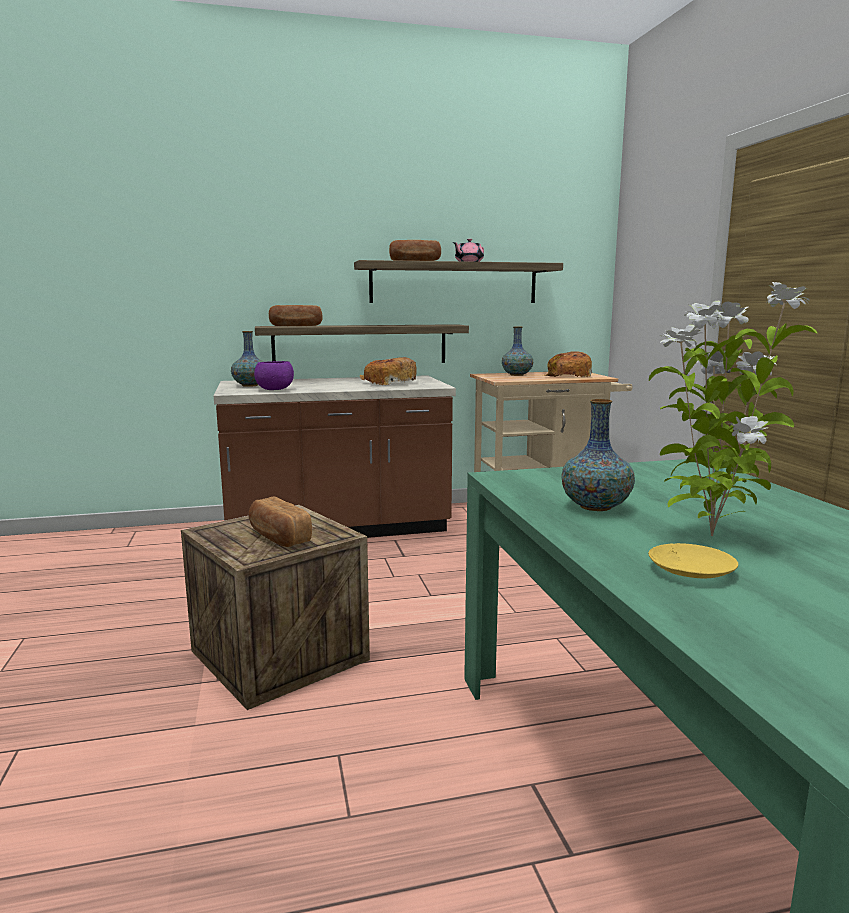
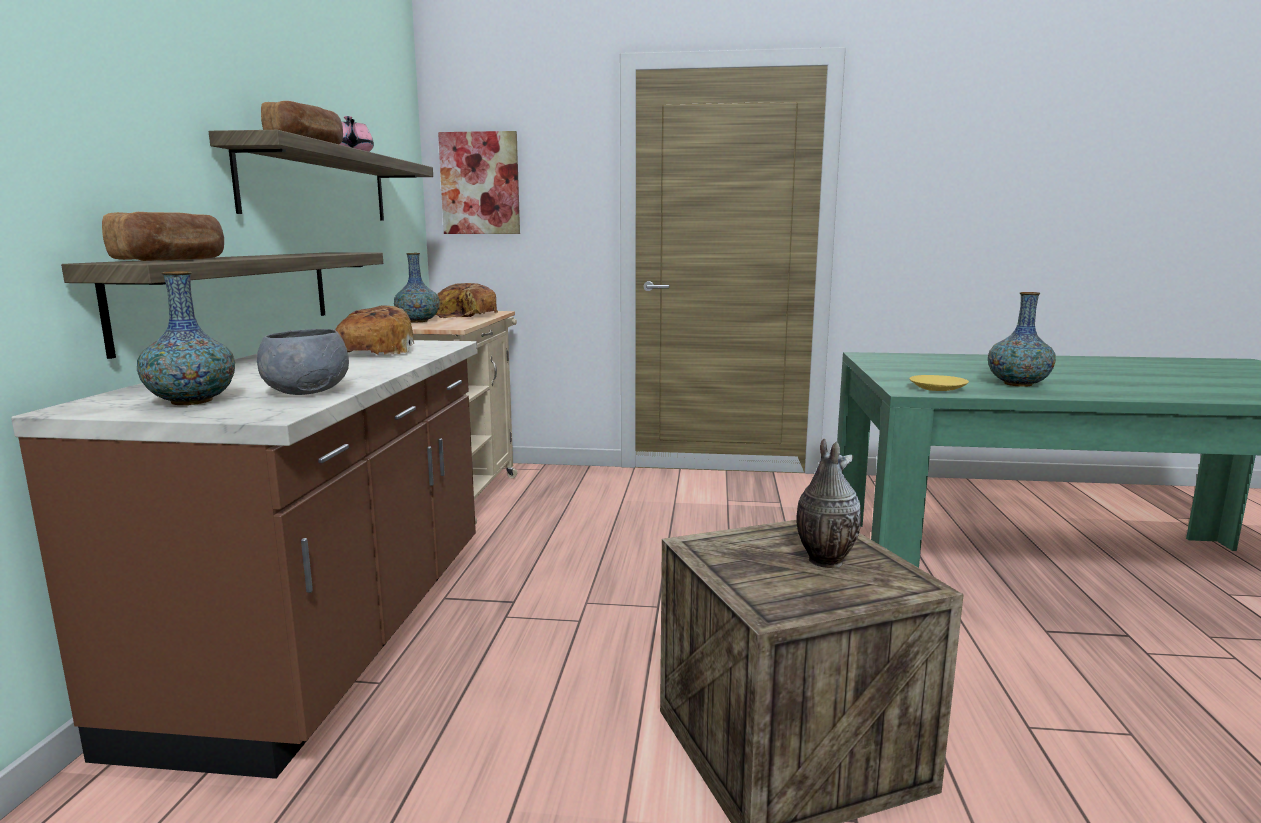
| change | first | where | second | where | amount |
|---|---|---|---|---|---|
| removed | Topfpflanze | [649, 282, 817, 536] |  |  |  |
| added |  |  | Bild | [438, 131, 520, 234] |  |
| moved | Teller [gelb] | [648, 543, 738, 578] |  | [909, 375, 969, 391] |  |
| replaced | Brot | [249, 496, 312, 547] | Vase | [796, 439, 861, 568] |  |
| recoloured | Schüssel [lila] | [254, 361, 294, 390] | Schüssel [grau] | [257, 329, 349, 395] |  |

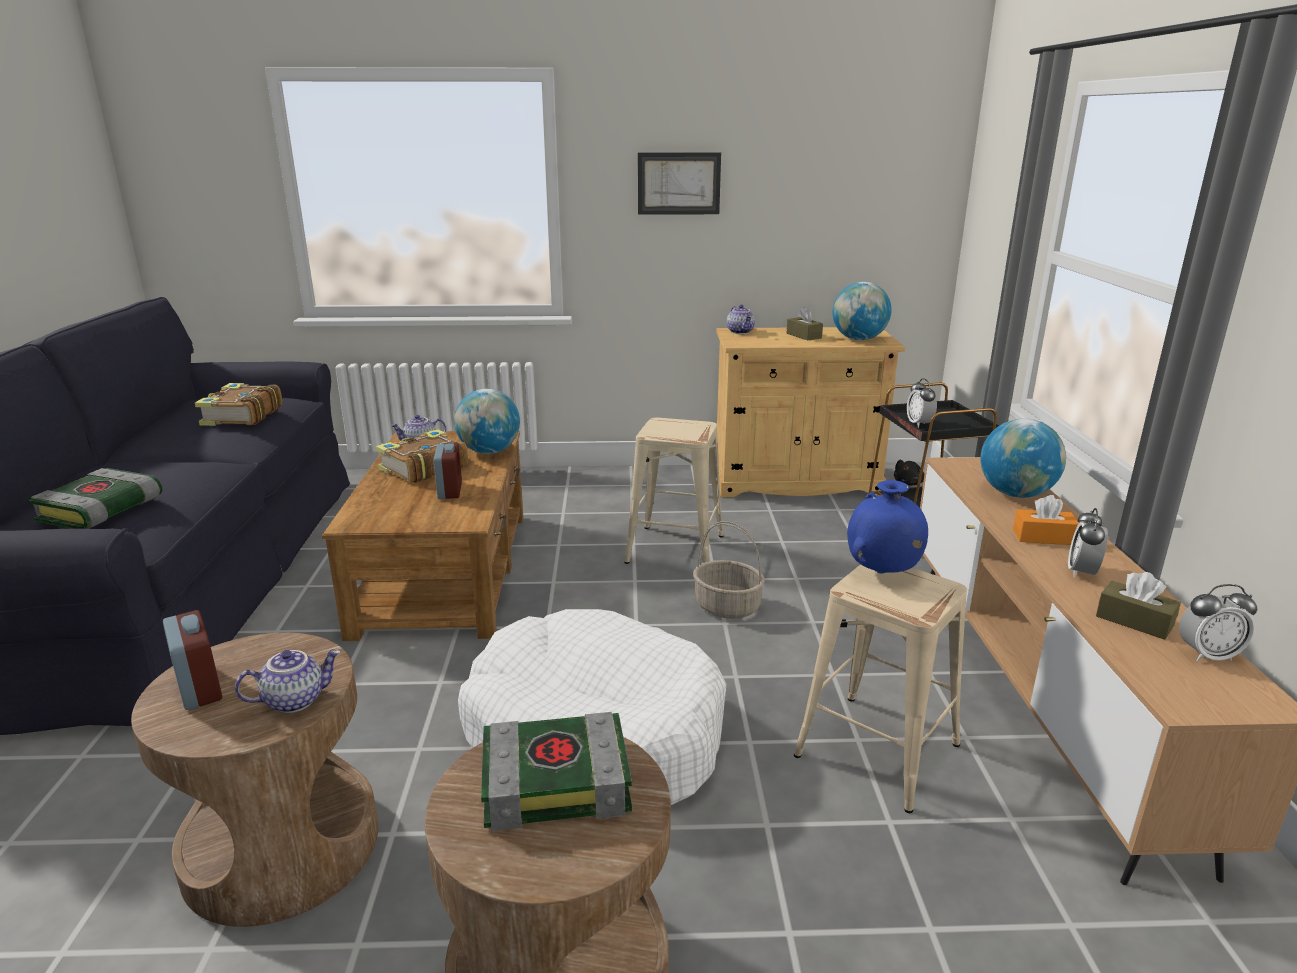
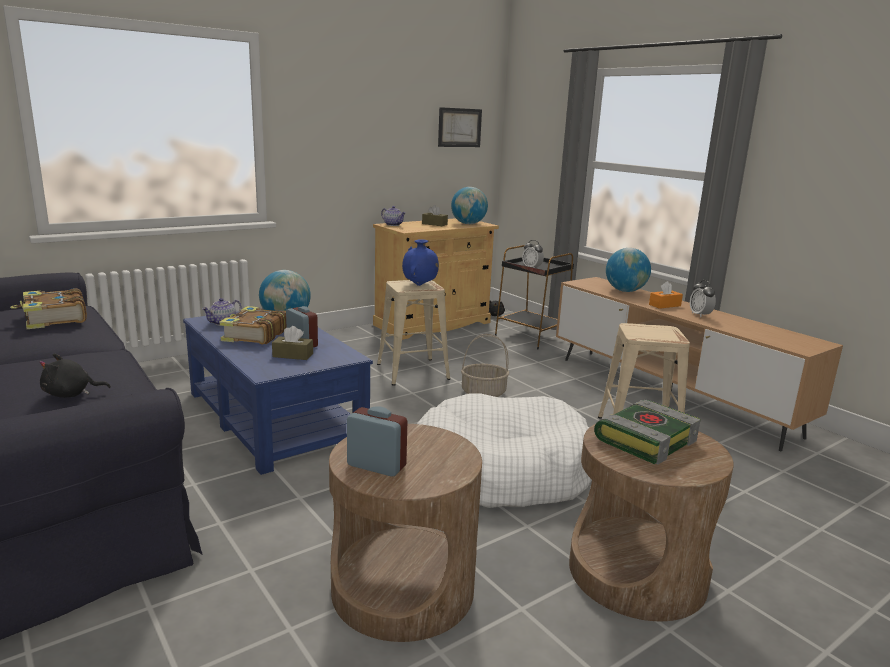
| change | first | where | second | where | amount |
|---|---|---|---|---|---|
| removed | Teekanne | [235, 649, 341, 713] |  |  |  |
| removed | Wecker | [1179, 584, 1257, 662] |  |  |  |
| moved | Bild | [638, 152, 721, 215] |  | [438, 107, 482, 147] |  |
| moved | Vase [blau] | [847, 480, 928, 574] |  | [402, 239, 439, 286] |  |
| moved | Taschentuchbox [braun] | [1096, 572, 1181, 640] |  | [272, 326, 313, 360] |  |
| replaced | Buch | [28, 468, 162, 529] | Plüschtier [schwarz] | [39, 354, 111, 398] |  |
| recoloured | Couchtisch [braun] | [322, 431, 523, 641] | Couchtisch [blau] | [183, 308, 373, 475] |  |

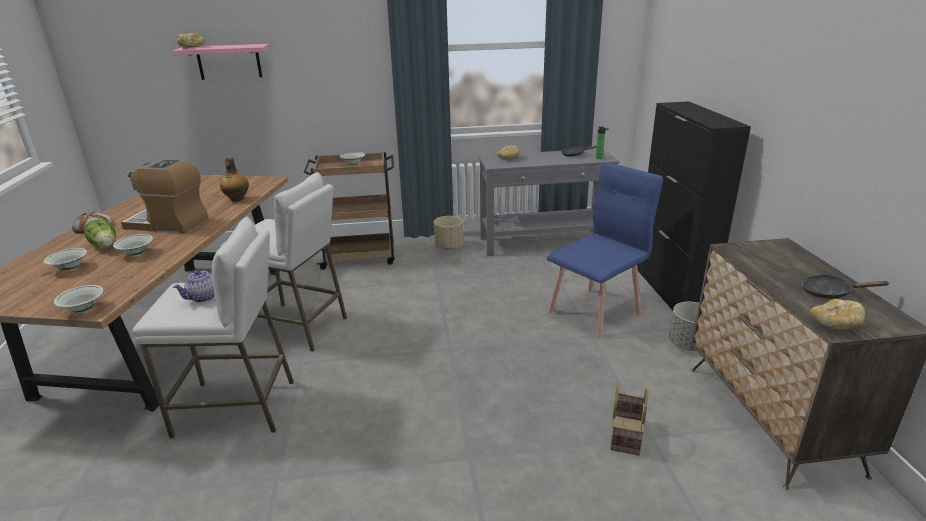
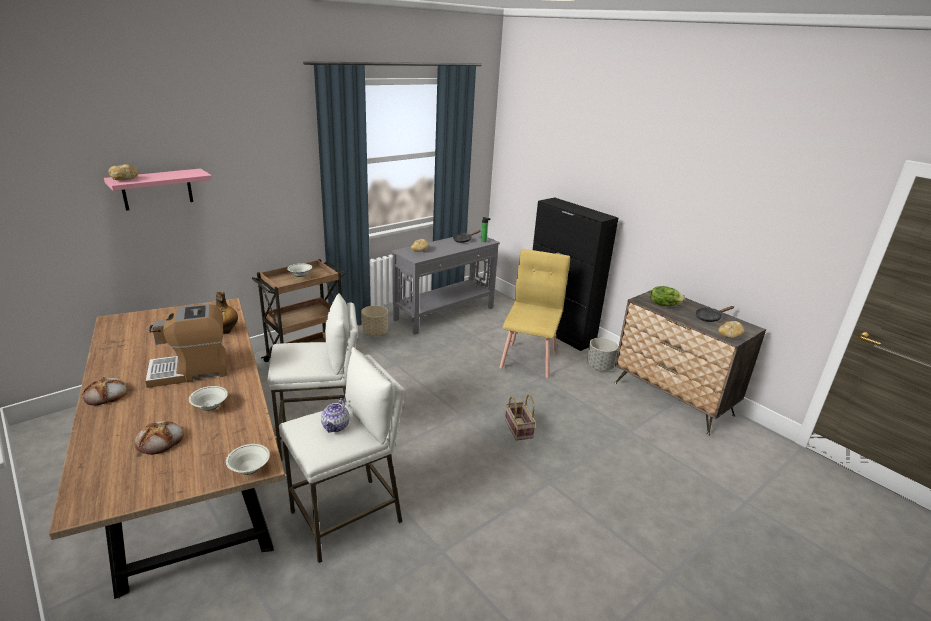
| change | first | where | second | where | amount |
|---|---|---|---|---|---|
| moved | Salatkopf | [84, 220, 116, 249] |  | [650, 286, 685, 306] |  |
| moved | Korb | [610, 383, 648, 455] |  | [505, 394, 536, 441] |  |
| replaced | Schüssel [weiß] | [44, 248, 87, 271] | Brot | [134, 421, 184, 455] |  |
| recoloured | Stuhl [blau] | [547, 162, 663, 338] | Stuhl [gelb] | [499, 249, 570, 378] |  |

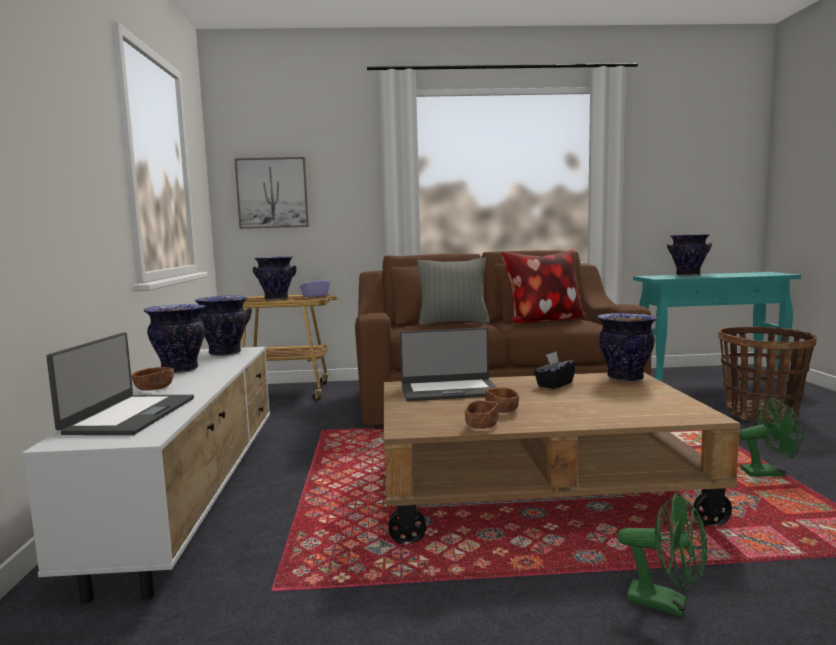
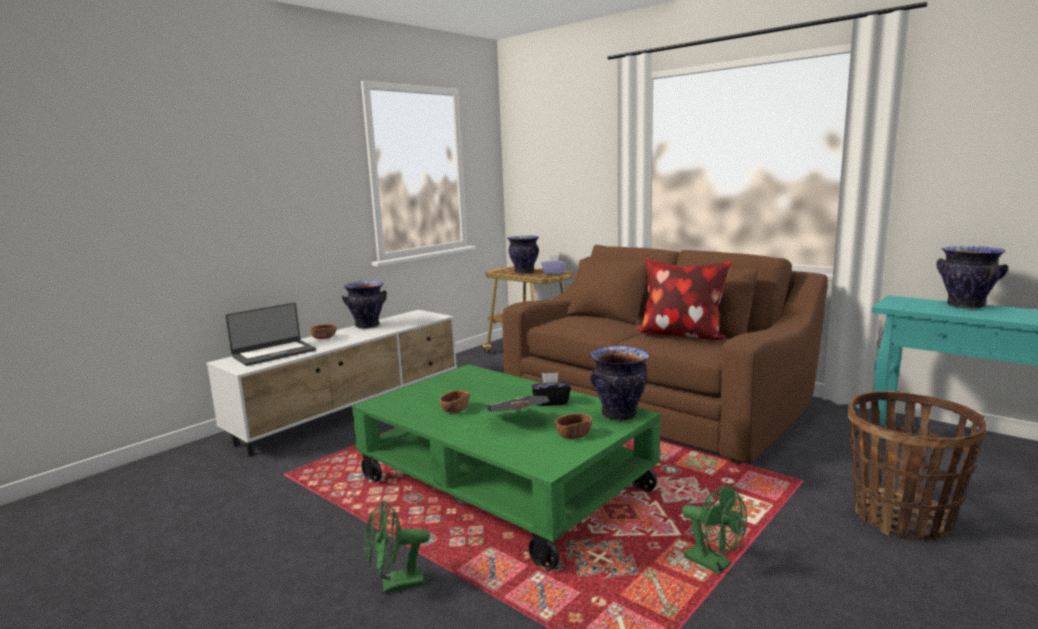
| change | first | where | second | where | amount |
|---|---|---|---|---|---|
| removed | Vase | [195, 296, 252, 356] |  |  |  |
| removed | Bild | [235, 157, 309, 229] |  |  |  |
| removed | Laptop | [400, 328, 497, 401] |  |  |  |
| removed | Kissen [grau] | [417, 258, 490, 325] |  |  |  |
| added |  |  | Zeitung | [487, 396, 550, 412] |  |
| moved | Schüssel [braun] | [465, 400, 499, 429] |  | [555, 413, 592, 439] |  |
| recoloured | Couchtisch [braun] | [384, 373, 740, 544] | Couchtisch [grün] | [352, 364, 661, 571] |  |
| turned | Ventilator [grün] | [618, 492, 708, 617] |  | [364, 500, 430, 594] | 90 degrees clockwise |

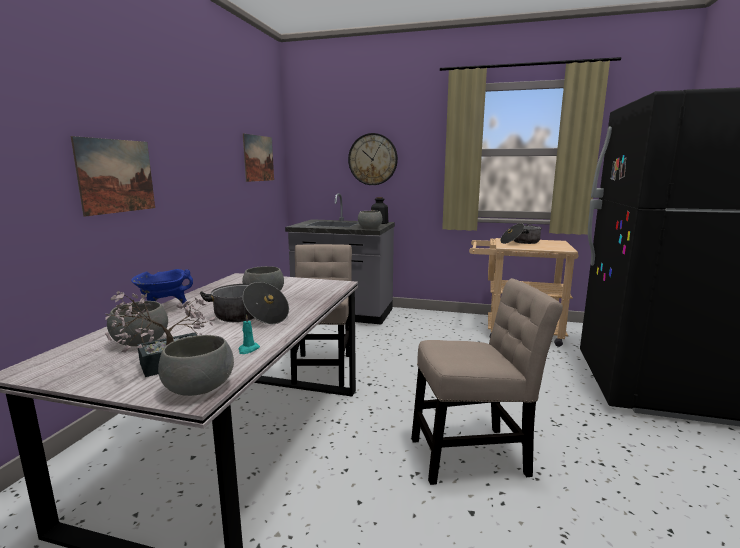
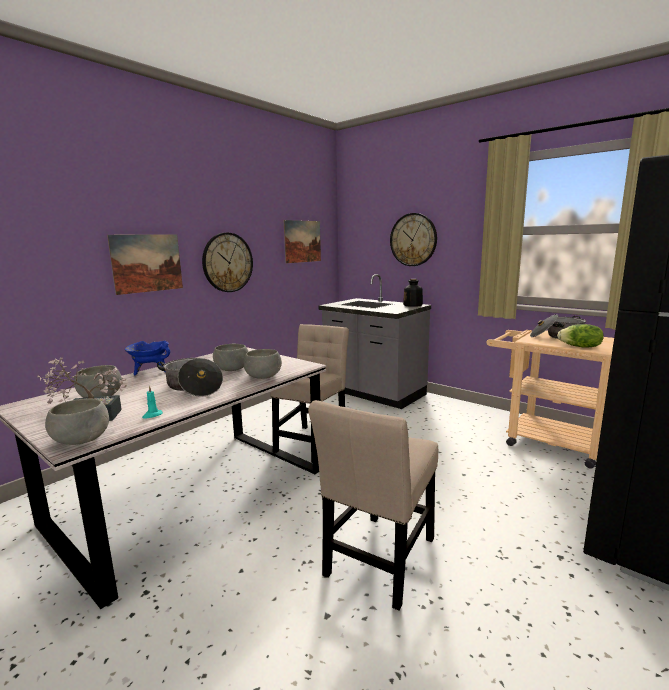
| change | first | where | second | where | amount |
|---|---|---|---|---|---|
| added |  |  | Wanduhr | [202, 232, 253, 292] |  |
| added |  |  | Salatkopf | [557, 324, 604, 348] |  |
| moved | Schüssel [grau] | [358, 211, 383, 229] |  | [244, 349, 282, 379] |  |
| turned | Stuhl [beige] | [411, 278, 563, 485] |  | [308, 400, 438, 611] | 105 degrees clockwise |

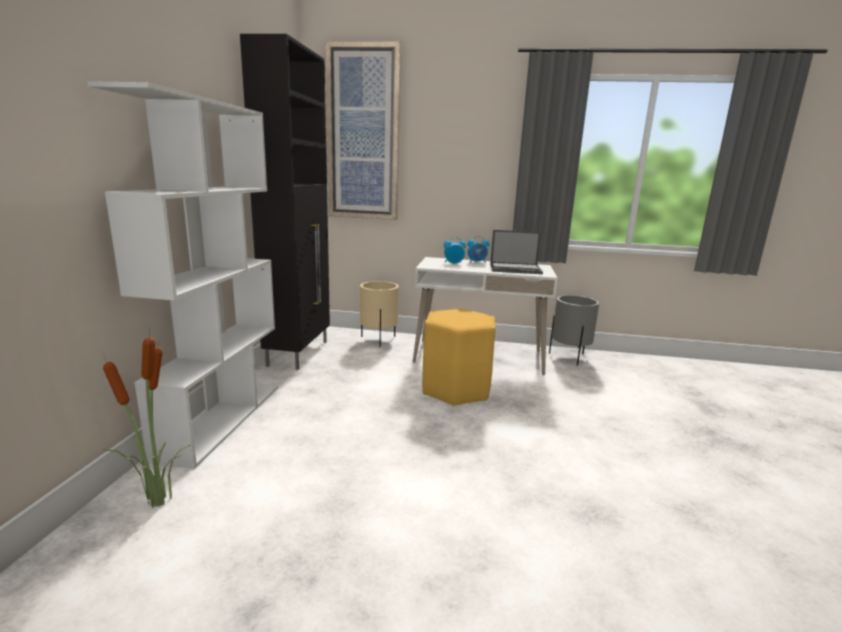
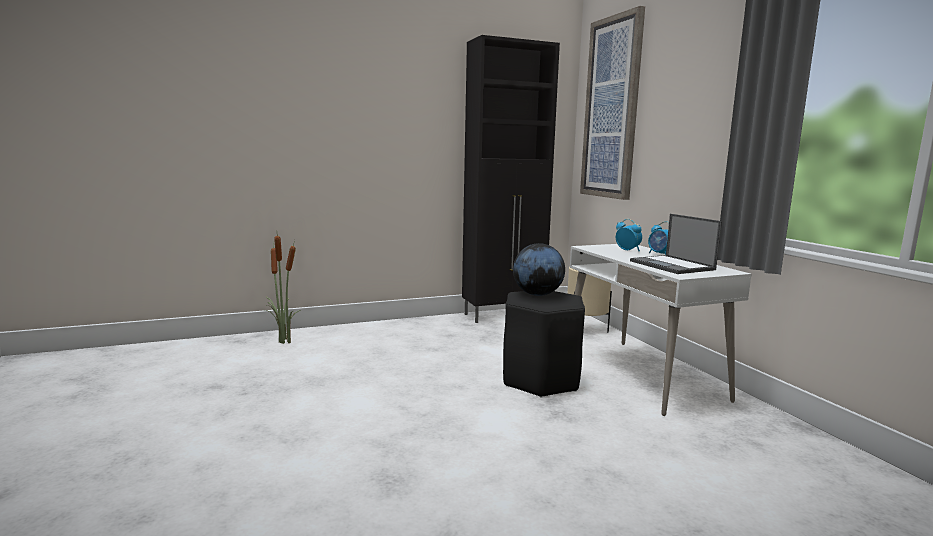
| change | first | where | second | where | amount |
|---|---|---|---|---|---|
| removed | Bücherregal [weiß] | [88, 81, 278, 469] |  |  |  |
| removed | Pflanzkübel [grau] | [549, 295, 599, 366] |  |  |  |
| added |  |  | Globus | [513, 243, 565, 296] |  |
| recoloured | Hocker [gelb] | [422, 309, 496, 406] | Hocker [schwarz] | [503, 291, 585, 397] |  |

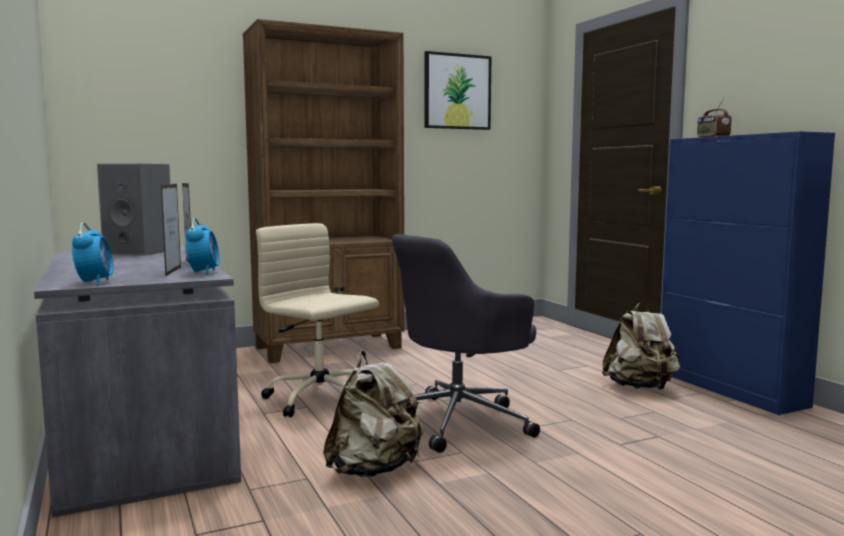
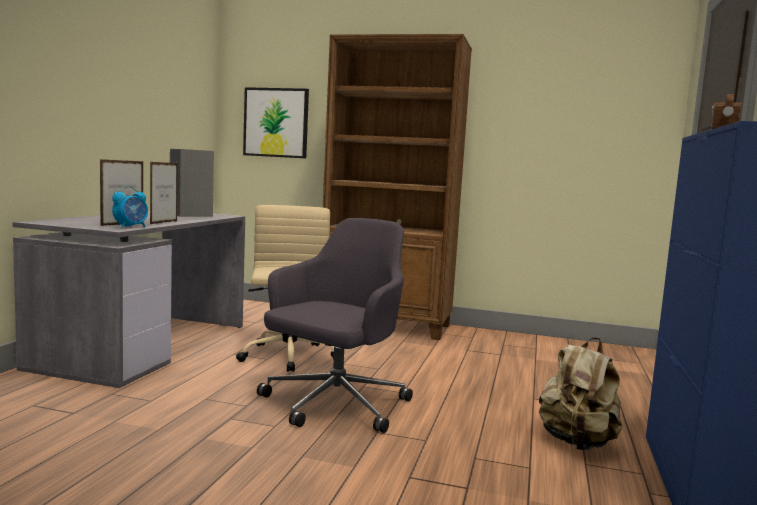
| change | first | where | second | where | amount |
|---|---|---|---|---|---|
| removed | Wecker | [72, 222, 114, 286] |  |  |  |
| removed | Rucksack [beige] | [323, 350, 423, 477] |  |  |  |
| moved | Bild | [424, 51, 491, 130] |  | [243, 87, 309, 158] |  |
| turned | Bürostuhl [grau] | [392, 234, 540, 453] |  | [257, 218, 413, 433] | 120 degrees clockwise |

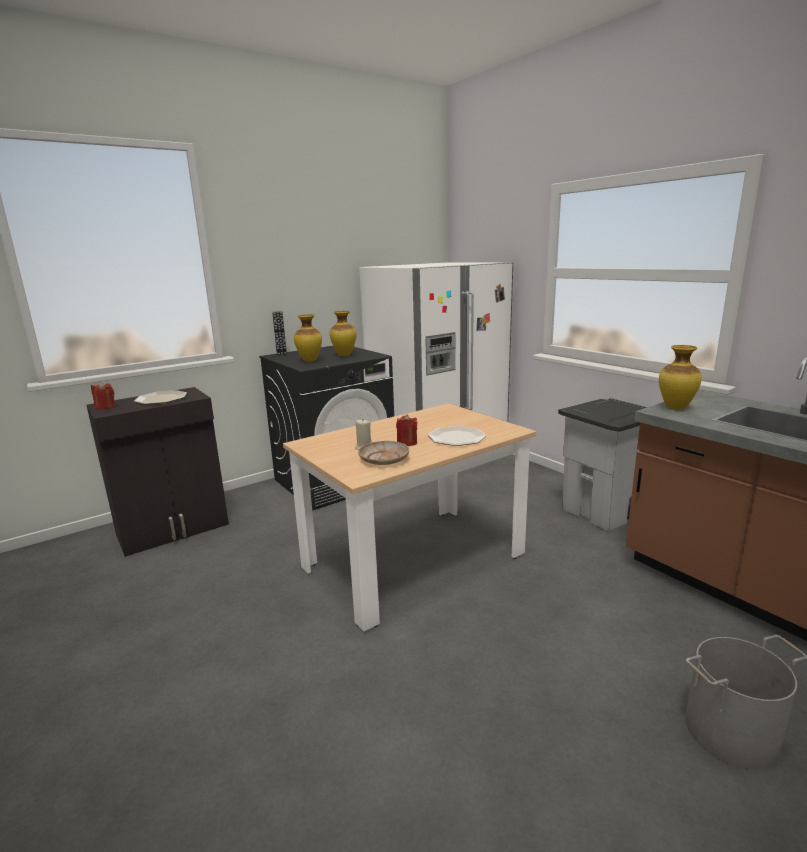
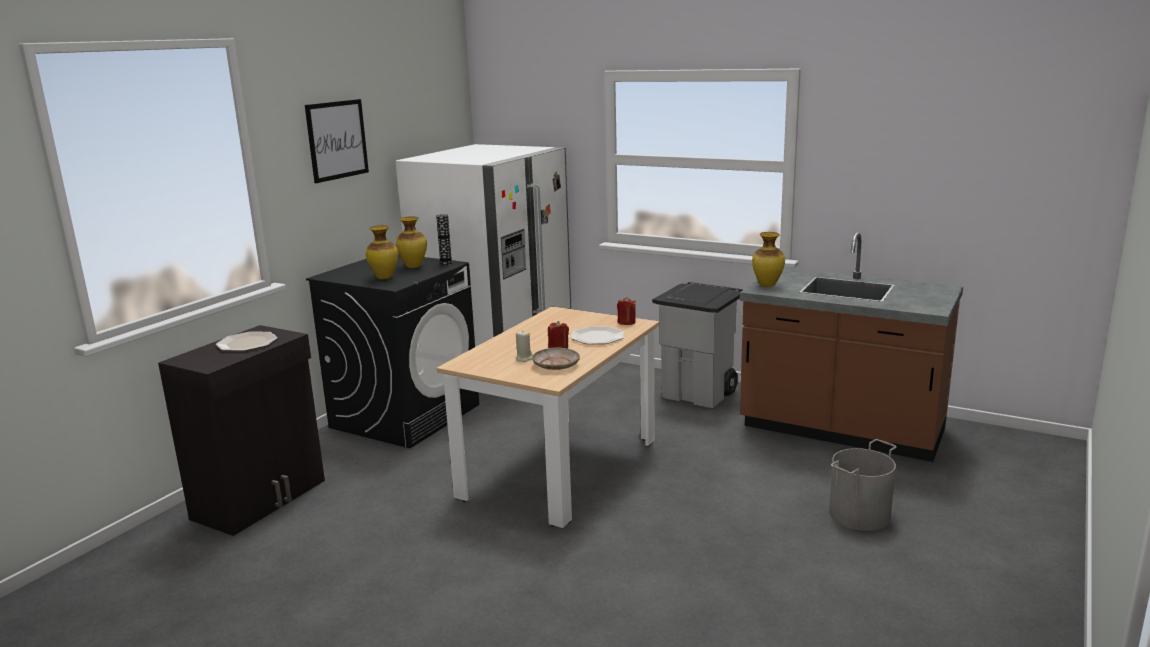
| change | first | where | second | where | amount |
|---|---|---|---|---|---|
| added |  |  | Bild | [305, 99, 369, 183] |  |
| moved | Kerze [rot] | [91, 382, 116, 409] |  | [617, 297, 636, 325] |  |
| moved | Vase | [272, 311, 287, 355] |  | [436, 214, 452, 265] |  |

